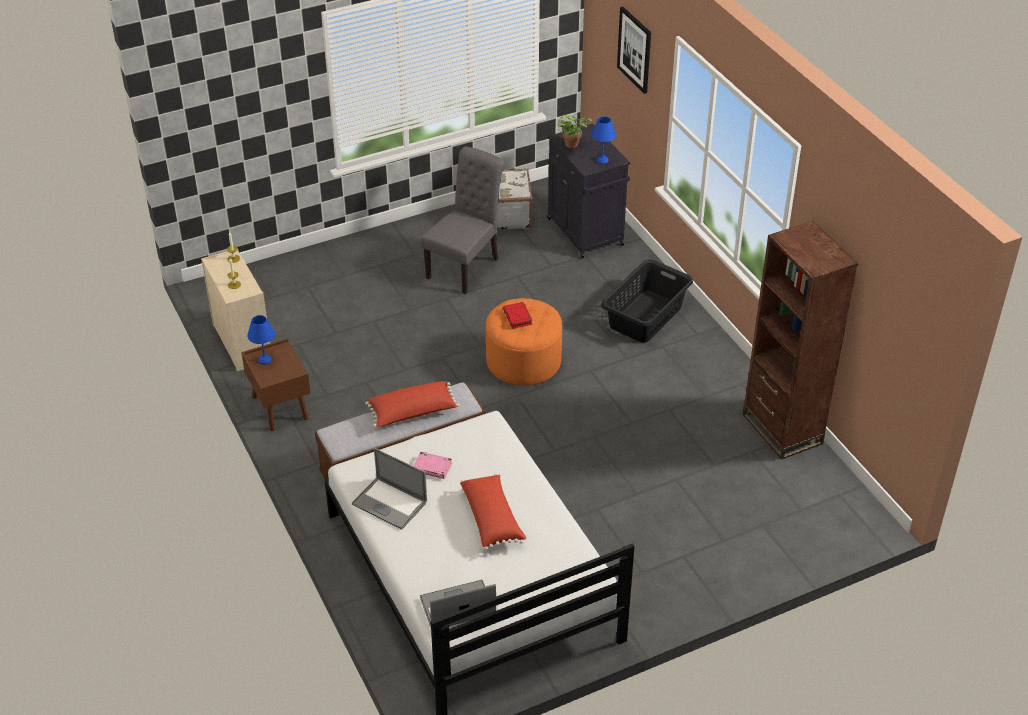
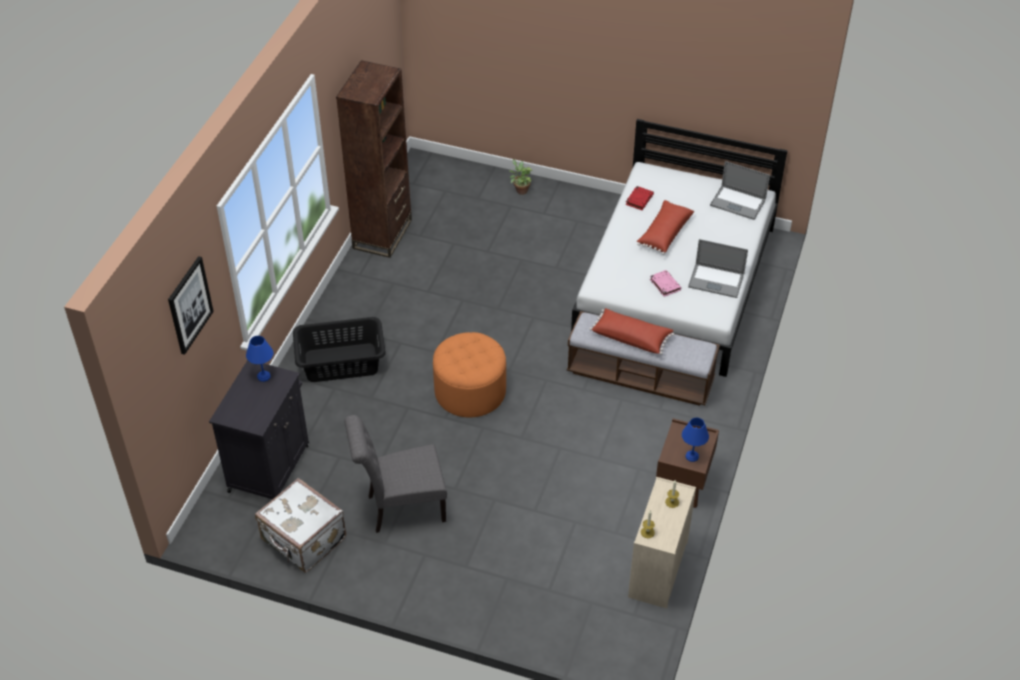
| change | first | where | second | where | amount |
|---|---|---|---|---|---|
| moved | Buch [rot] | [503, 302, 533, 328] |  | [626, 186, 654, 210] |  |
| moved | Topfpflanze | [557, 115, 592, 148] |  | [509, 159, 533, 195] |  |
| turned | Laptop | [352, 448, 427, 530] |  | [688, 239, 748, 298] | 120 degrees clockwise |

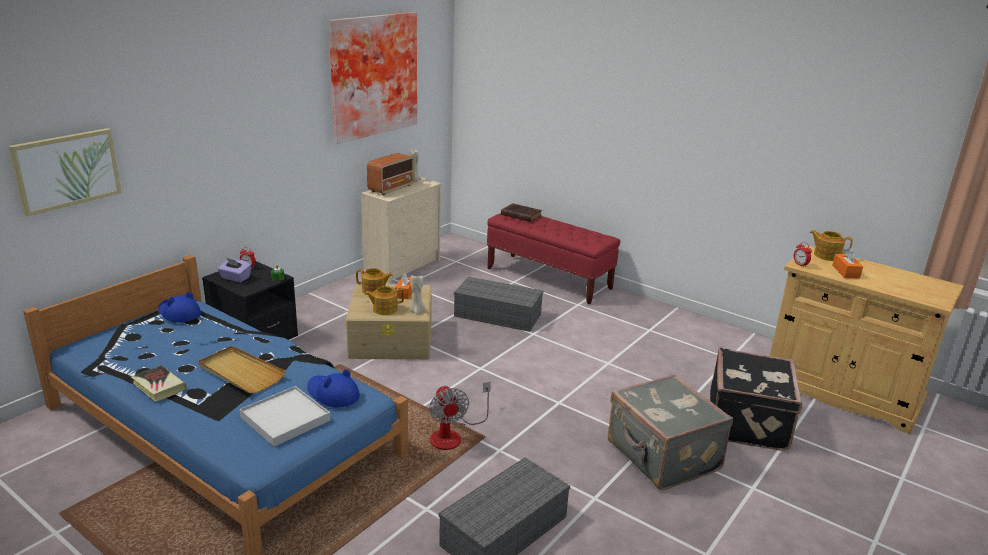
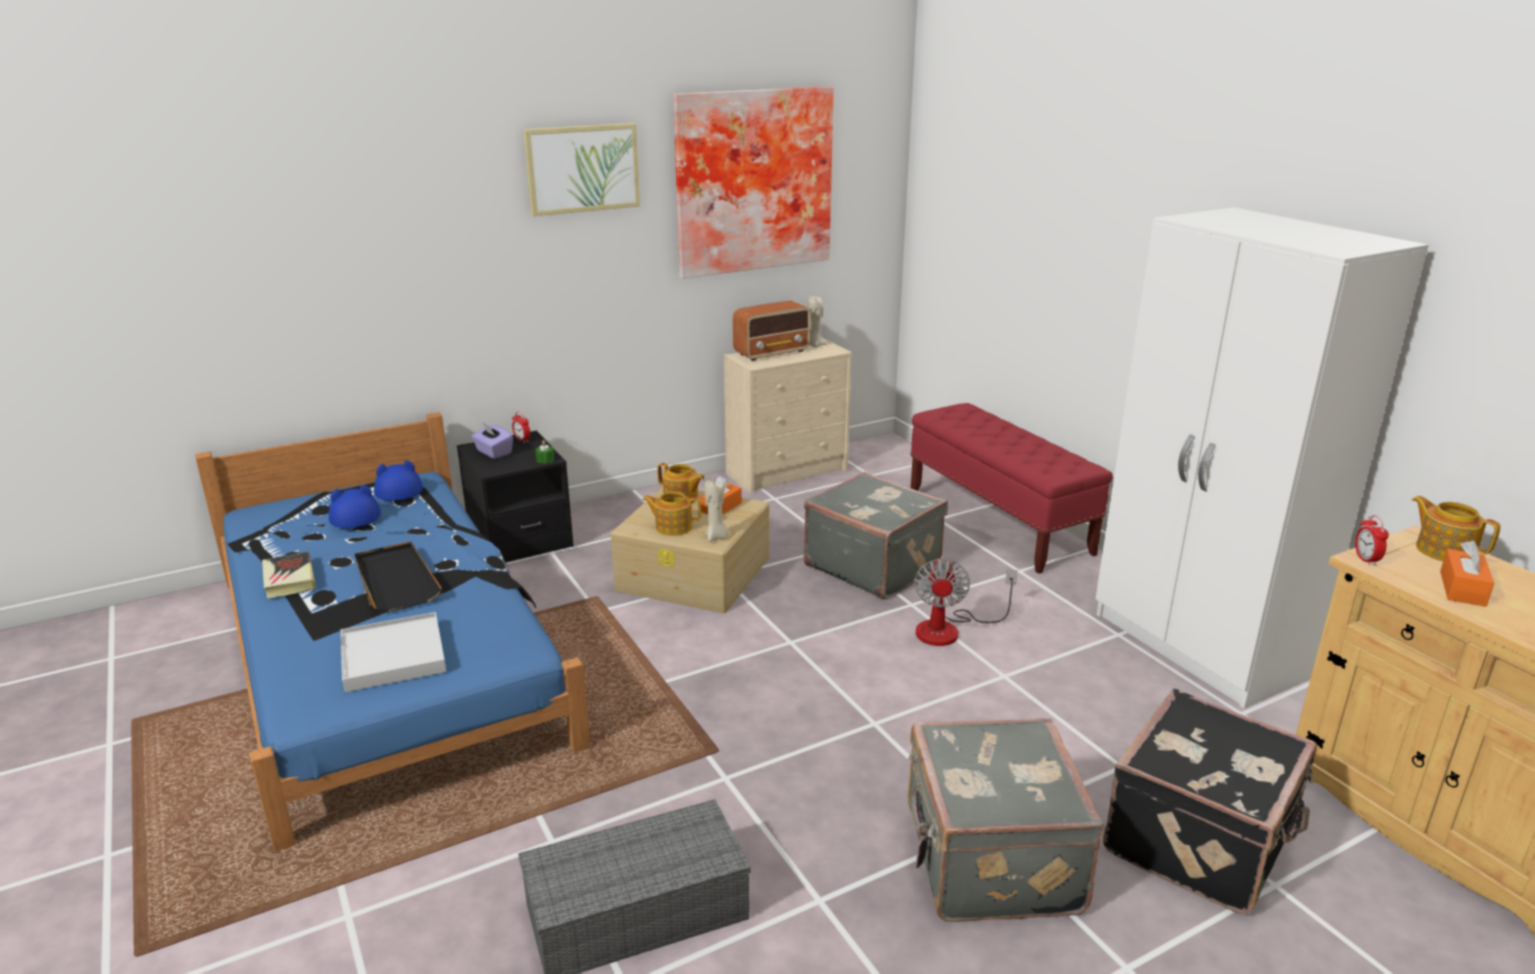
| change | first | where | second | where | amount |
|---|---|---|---|---|---|
| removed | Buch [braun] | [501, 203, 542, 222] |  |  |  |
| added |  |  | Kleiderschrank [weiß] | [1095, 208, 1429, 708] |  |
| moved | Bild | [8, 128, 121, 216] |  | [523, 123, 640, 216] |  |
| moved | Hut [blau] | [307, 369, 360, 408] |  | [329, 485, 381, 528] |  |
| moved | Ventilator | [429, 382, 491, 450] |  | [914, 556, 1018, 646] |  |
| replaced | Aufbewahrungsbox [grau] | [454, 277, 543, 332] | Koffer [grau] | [803, 472, 948, 600] |  |
| recoloured | Tablett [beige] | [198, 346, 286, 393] | Tablett [schwarz] | [354, 541, 442, 612] |  |

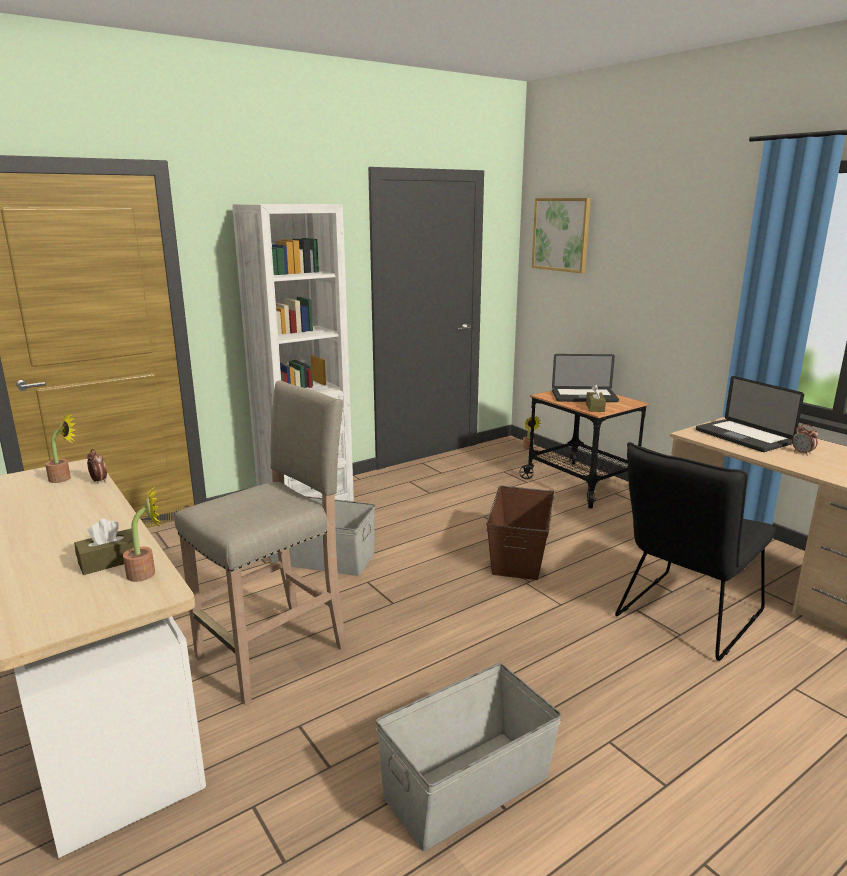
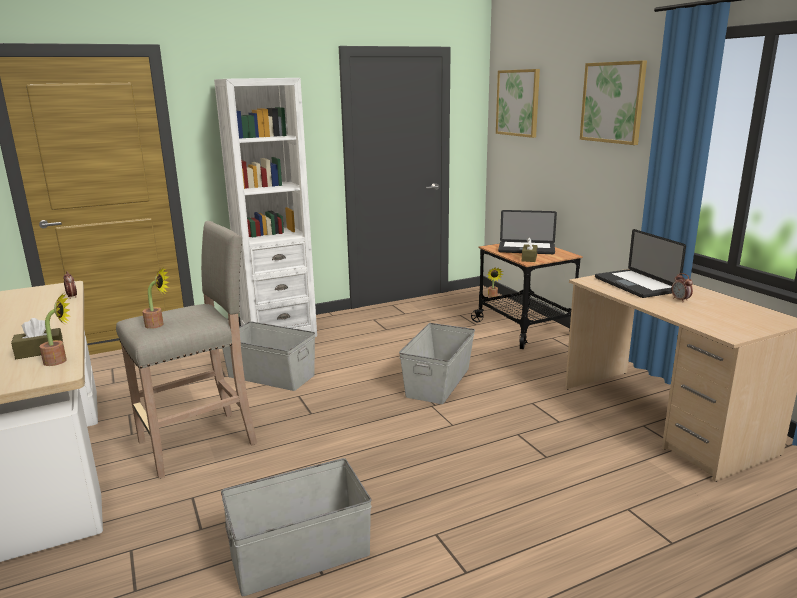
| change | first | where | second | where | amount |
|---|---|---|---|---|---|
| removed | Stuhl [schwarz] | [615, 442, 776, 661] |  |  |  |
| added |  |  | Bild | [580, 60, 647, 145] |  |
| moved | Topfpflanze | [45, 413, 76, 483] |  | [142, 268, 169, 329] |  |
| recoloured | Aufbewahrungsbox [braun] | [486, 486, 555, 580] | Aufbewahrungsbox [grau] | [399, 323, 475, 404] |  |

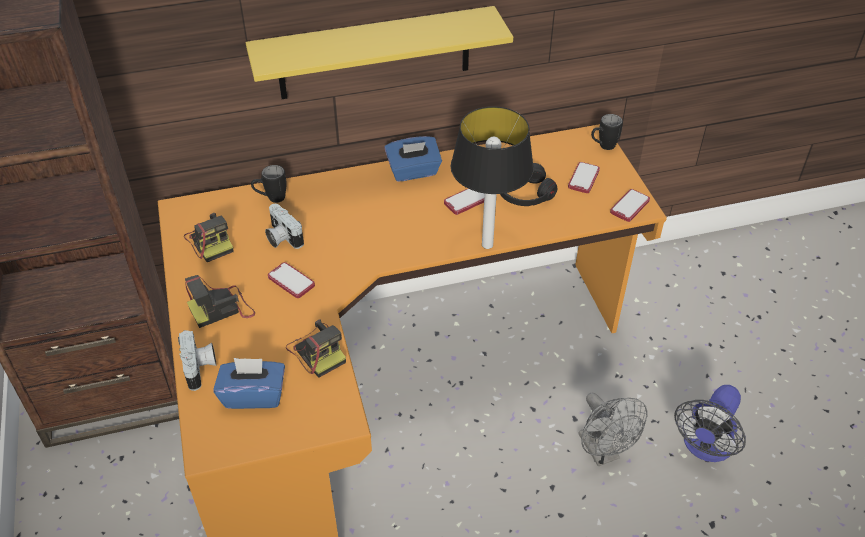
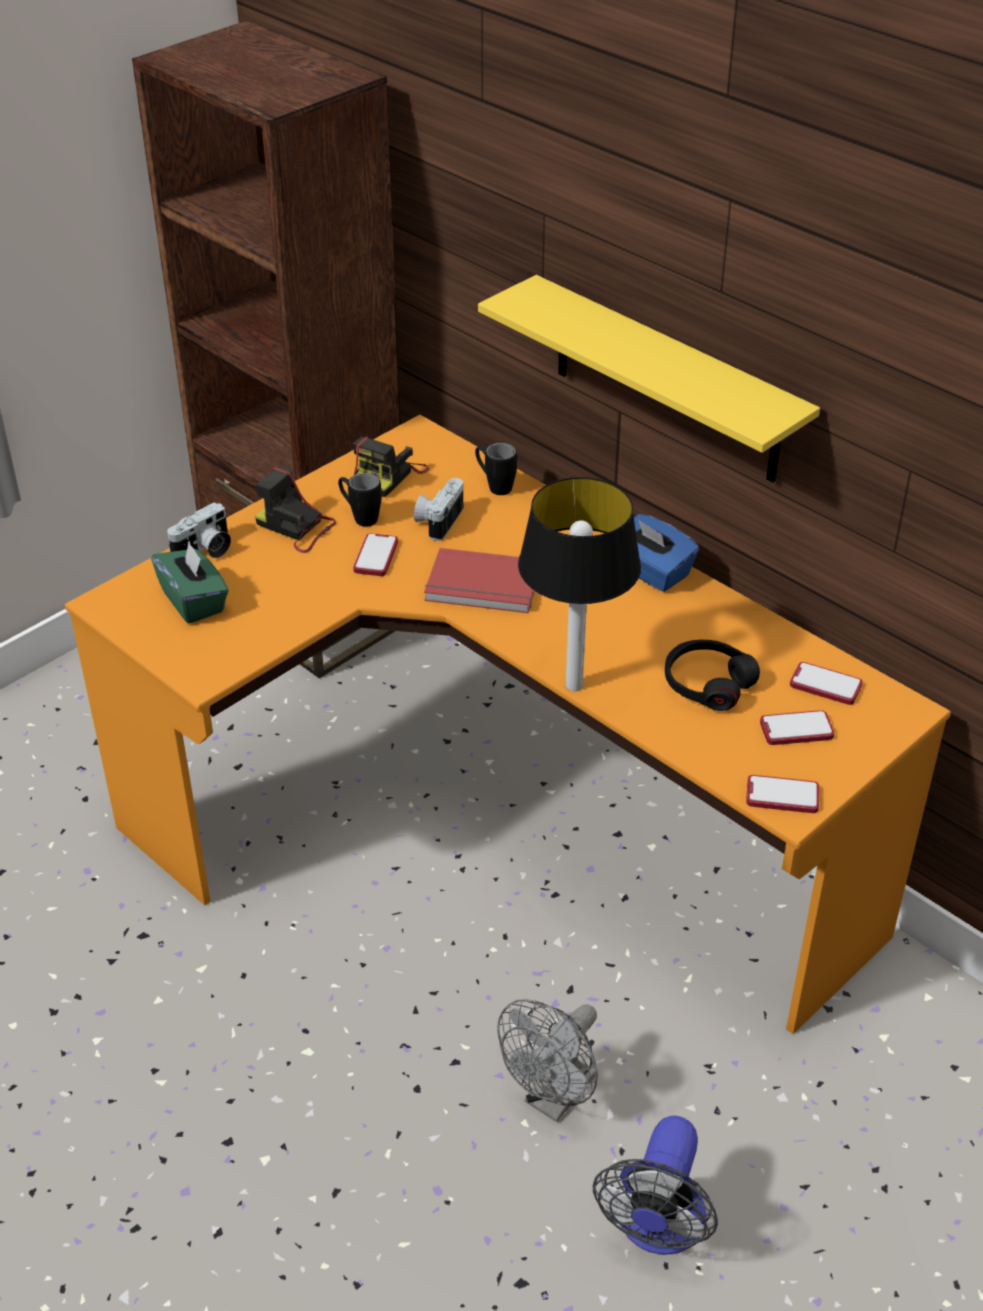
| change | first | where | second | where | amount |
|---|---|---|---|---|---|
| removed | Kamera | [286, 319, 346, 378] |  |  |  |
| added |  |  | Buch [rot] | [424, 548, 534, 613] |  |
| moved | Handy | [444, 189, 485, 215] |  | [790, 662, 862, 705] |  |
| moved | Henkelbecher [schwarz] | [591, 114, 623, 150] |  | [338, 473, 382, 526] |  |
| recoloured | Taschentuchbox [blau] | [213, 358, 285, 409] | Taschentuchbox [grün] | [151, 541, 229, 624] |  |
| turned | Ventilator | [674, 385, 746, 462] |  | [593, 1115, 718, 1255] | 75 degrees counterclockwise |

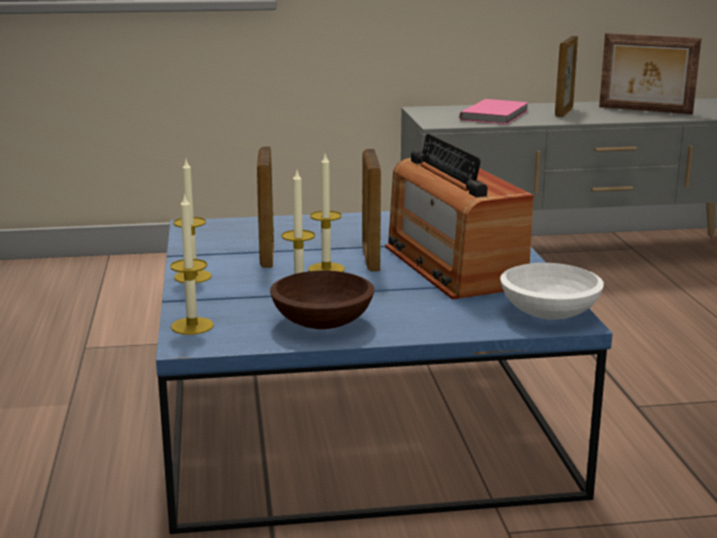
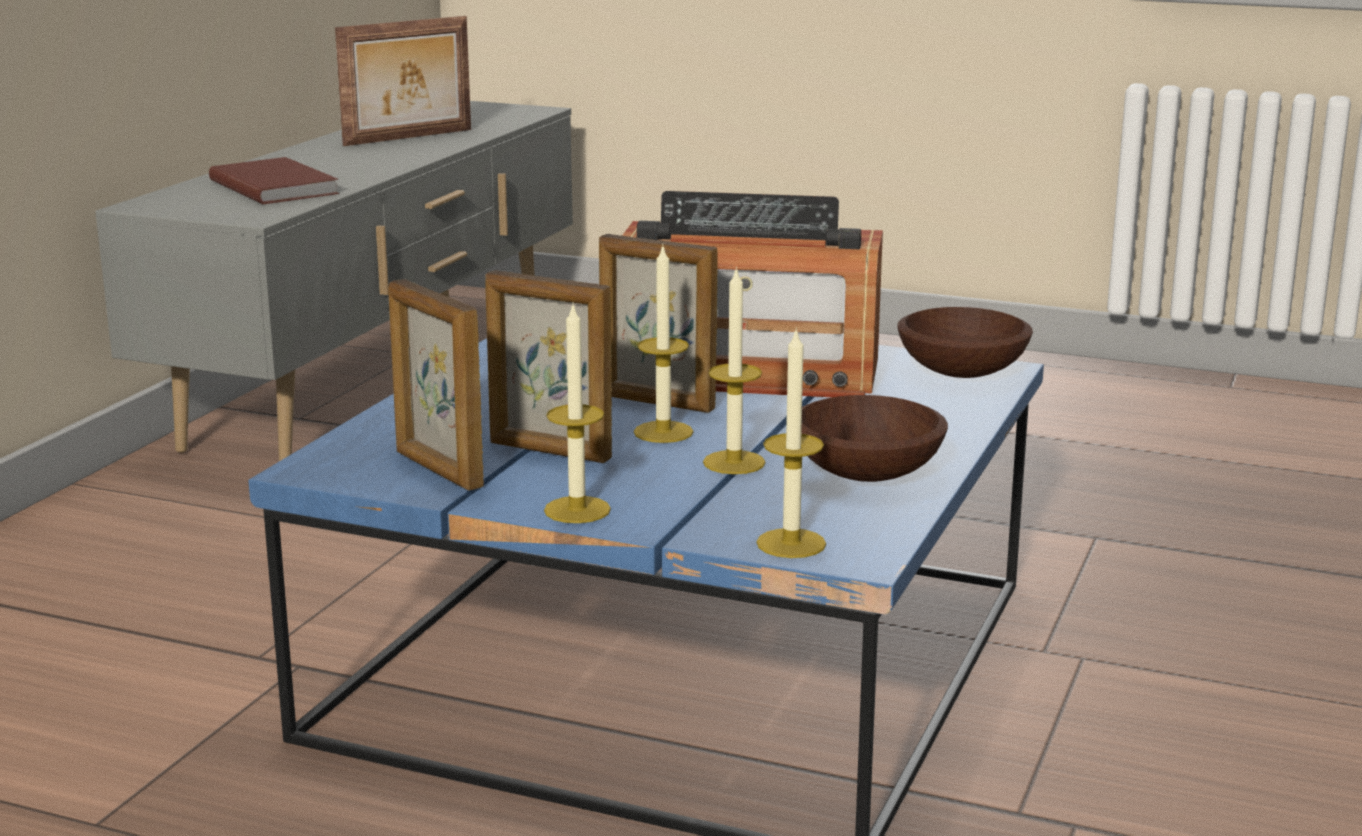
| change | first | where | second | where | amount |
|---|---|---|---|---|---|
| moved | Bilderrahmen | [555, 36, 578, 117] |  | [388, 279, 484, 491] |  |
| recoloured | Buch [rosa] | [459, 99, 529, 125] | Buch [braun] | [209, 157, 339, 204] |  |
| recoloured | Schüssel [weiß] | [500, 263, 604, 320] | Schüssel [braun] | [897, 307, 1033, 378] |  |

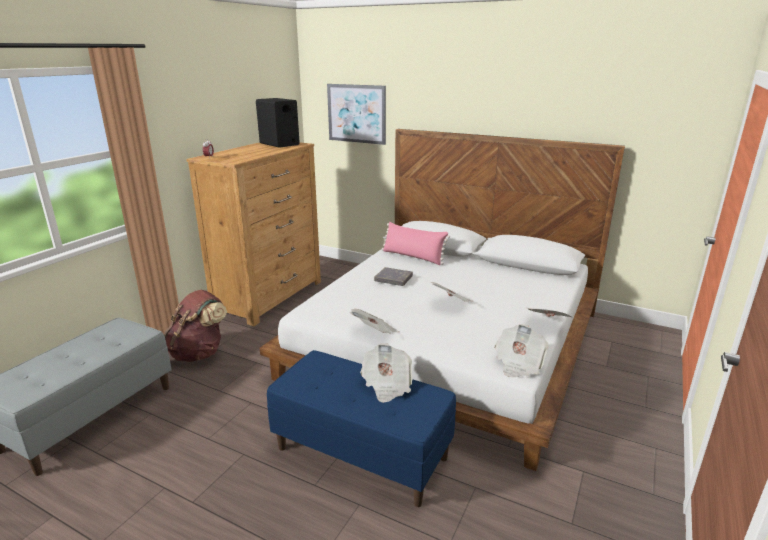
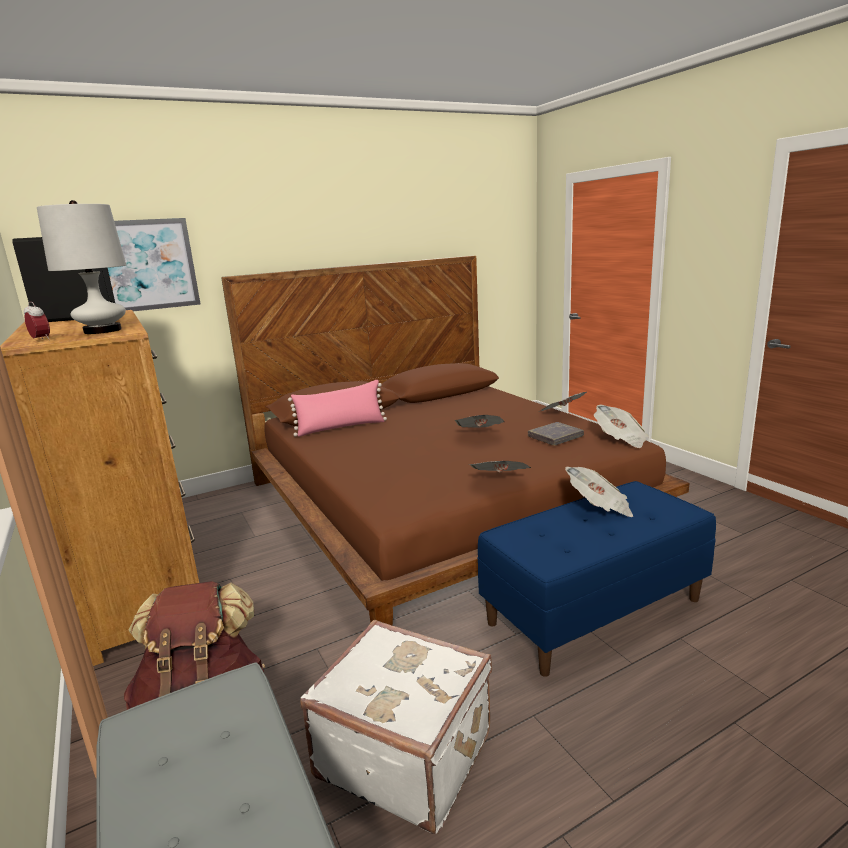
| change | first | where | second | where | amount |
|---|---|---|---|---|---|
| added |  |  | Tischlampe [weiß] | [37, 200, 126, 334] |  |
| added |  |  | Koffer [weiß] | [300, 620, 492, 834] |  |
| moved | Buch [grau] | [374, 267, 413, 286] |  | [528, 422, 584, 445] |  |
| recoloured | Bett [weiß] | [260, 129, 625, 471] | Bett [braun] | [221, 256, 689, 626] |  |

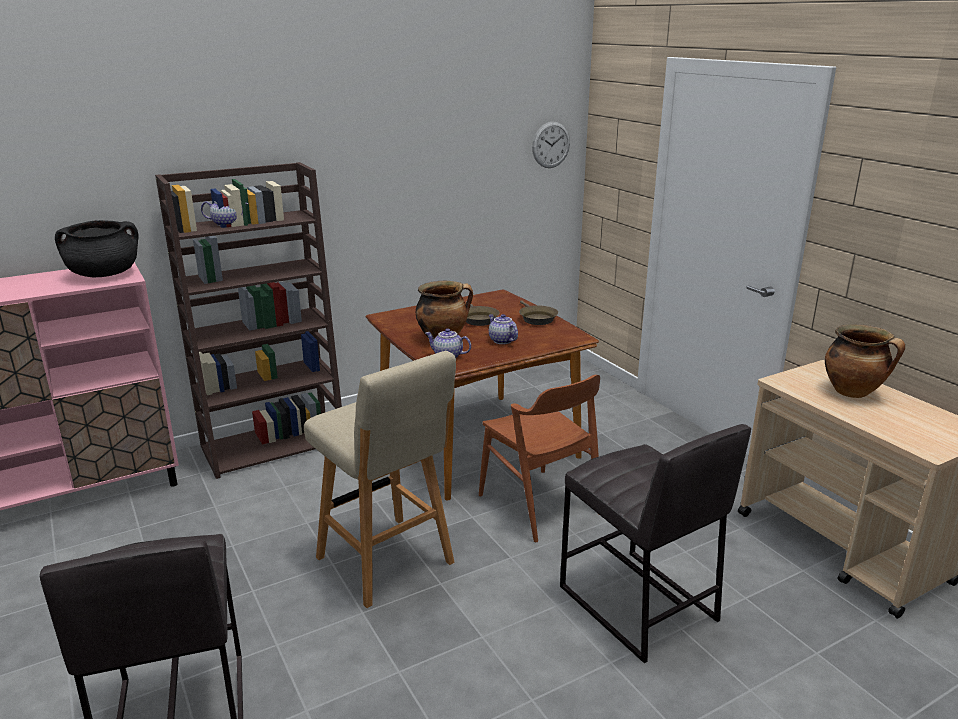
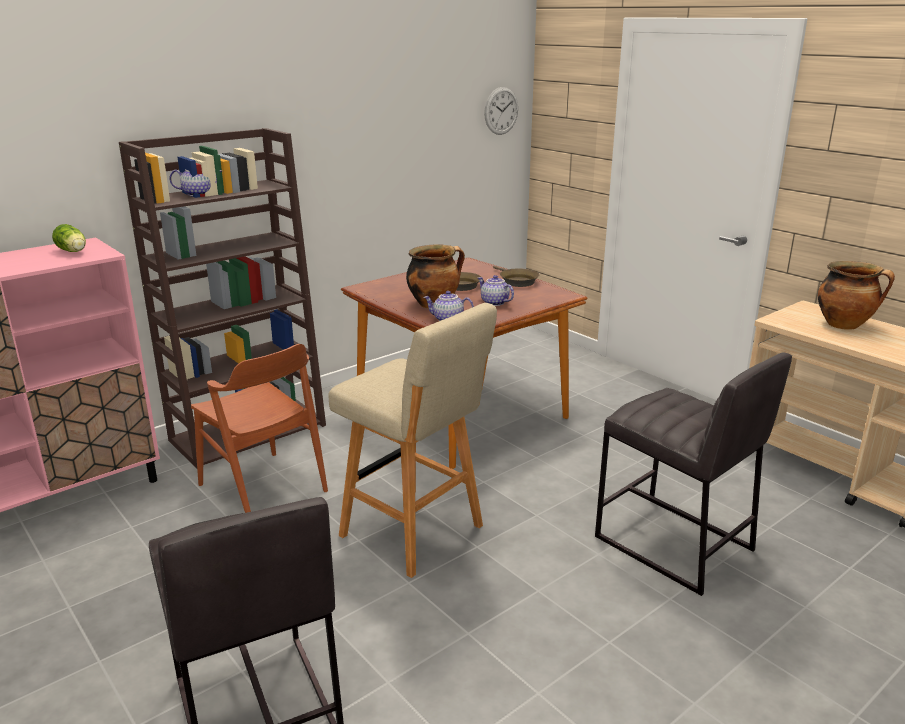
| change | first | where | second | where | amount |
|---|---|---|---|---|---|
| moved | Stuhl [braun] | [479, 375, 600, 542] |  | [191, 344, 328, 513] |  |
| replaced | Kochtopf [schwarz] | [55, 220, 139, 277] | Salatkopf | [52, 224, 86, 252] |  |

